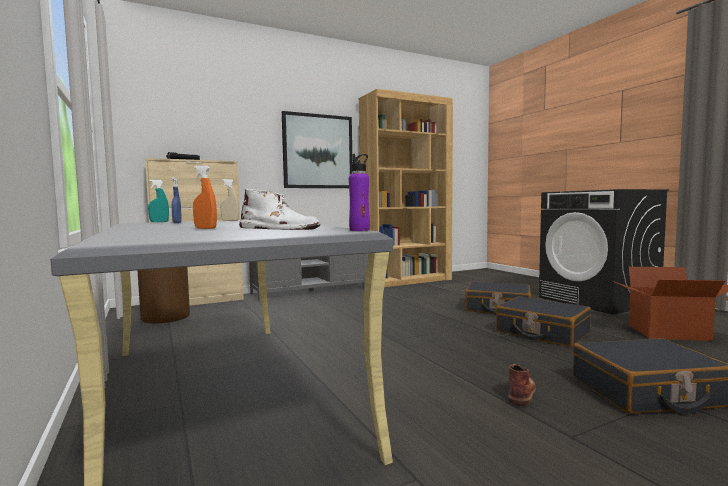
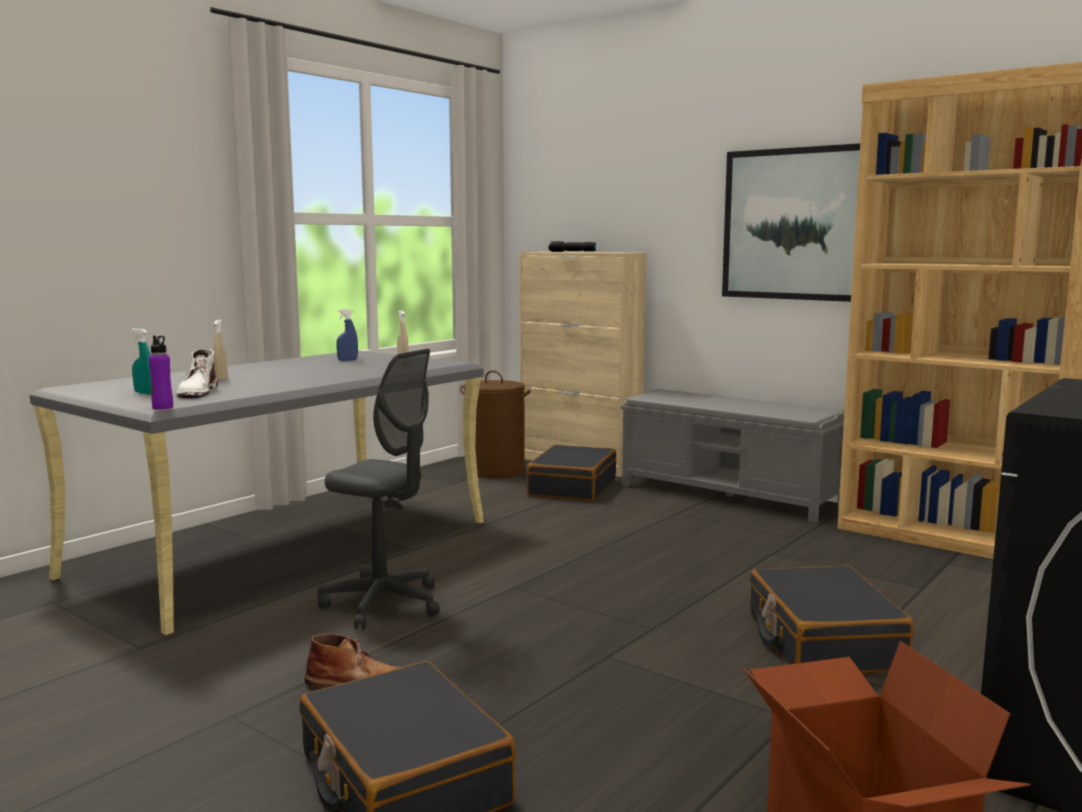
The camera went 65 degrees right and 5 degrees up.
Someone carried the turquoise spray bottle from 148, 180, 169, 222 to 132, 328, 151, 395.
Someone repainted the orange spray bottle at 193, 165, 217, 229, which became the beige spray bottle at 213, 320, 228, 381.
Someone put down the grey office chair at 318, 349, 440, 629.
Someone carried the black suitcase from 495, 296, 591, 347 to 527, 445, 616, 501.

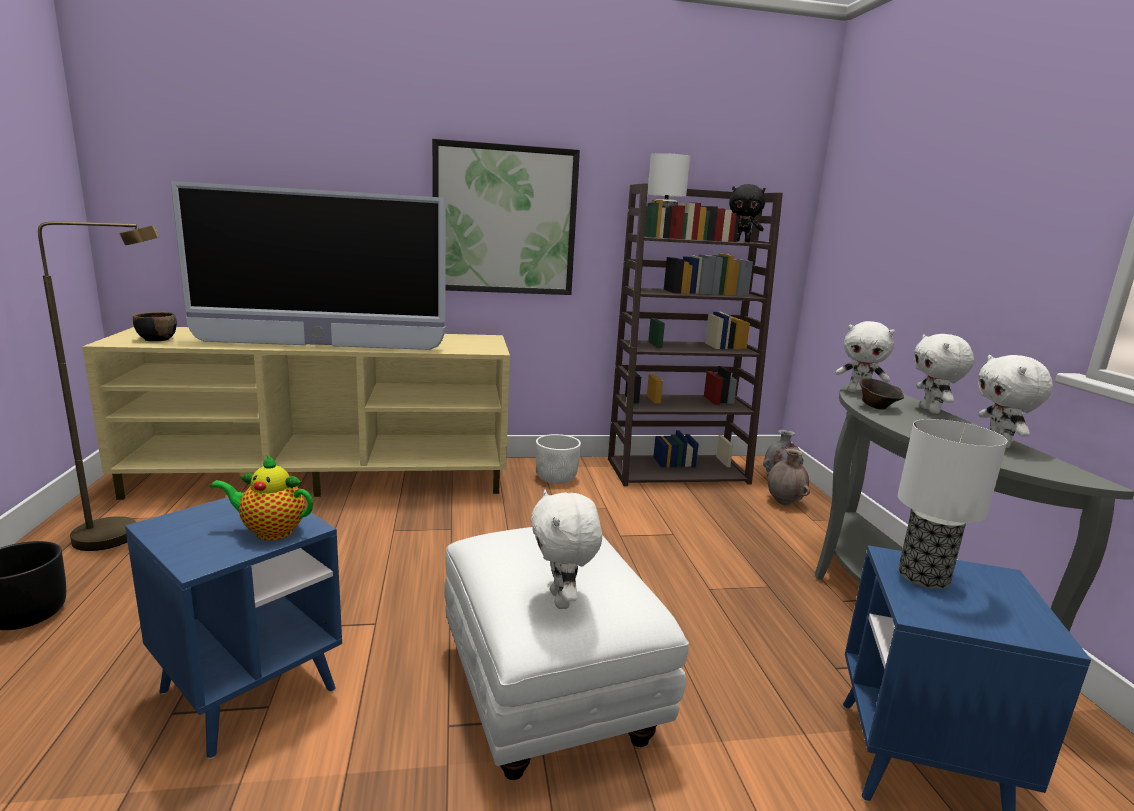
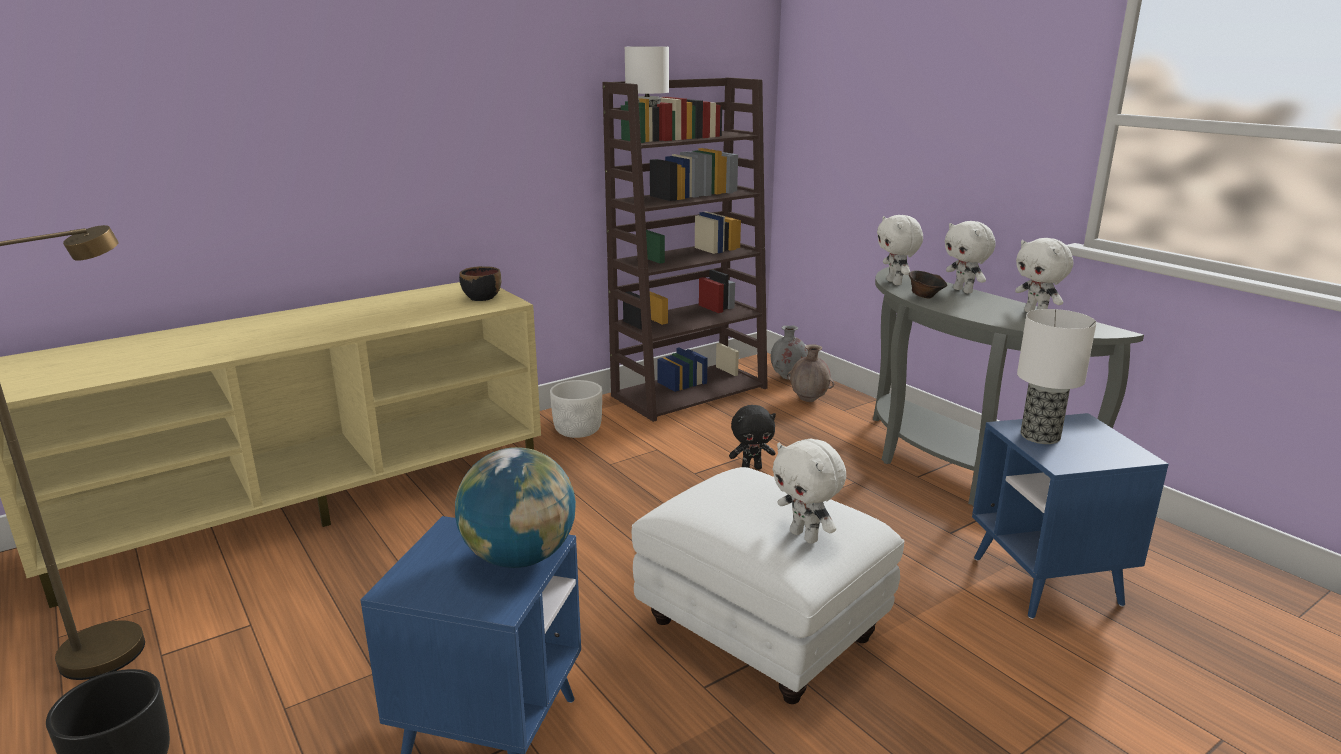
The camera went 25 degrees left and 5 degrees up.
Someone swapped the teapot at 210, 455, 313, 541 for the globe at 455, 447, 576, 568.
Someone carried the black bowl from 133, 312, 177, 341 to 459, 266, 501, 301.
Someone carried the black plush toy from 729, 184, 766, 242 to 729, 405, 776, 470.
Someone rotated the white plush toy at 835, 321, 895, 392 by 75 degrees clockwise.
Someone took away the television at 170, 181, 446, 350.
Someone took away the picture at 432, 139, 580, 295.

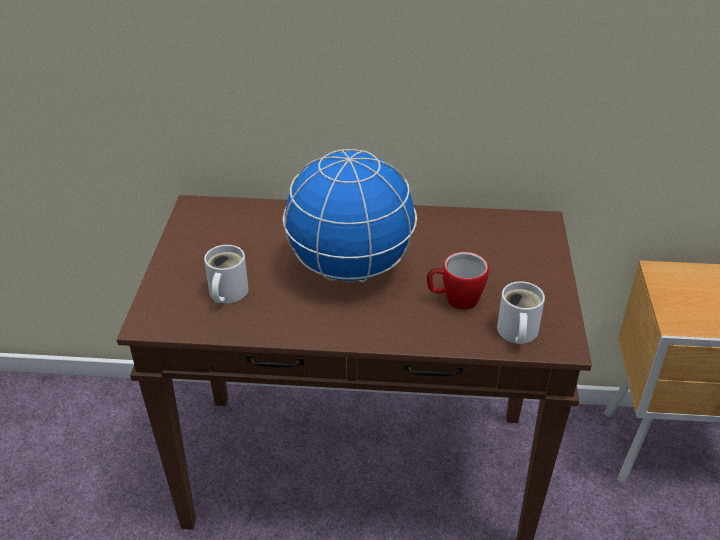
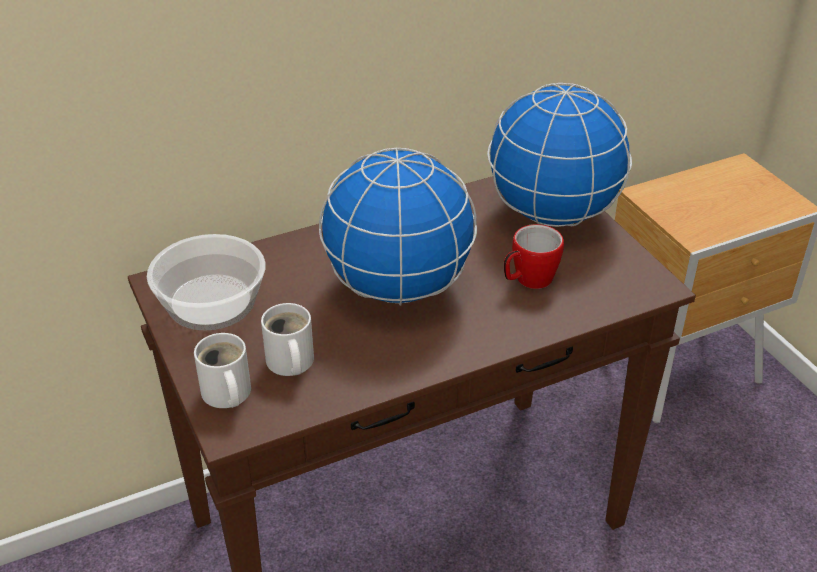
The camera went 30 degrees left and 0 degrees up.
Someone put down the bowl at 147, 234, 265, 331.
Someone carried the white mug from 497, 281, 545, 344 to 194, 333, 251, 408.
Someone put down the globe at 487, 83, 632, 227.

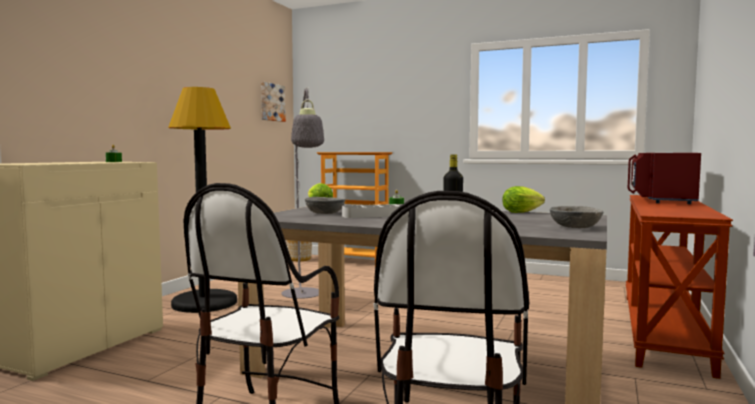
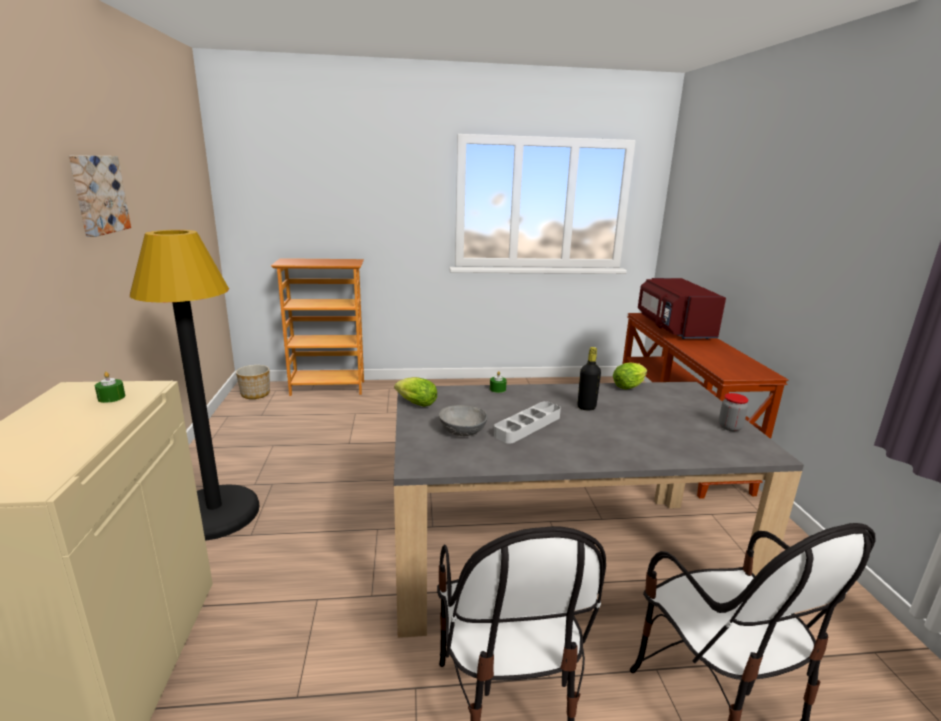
The camera went 30 degrees left and 15 degrees up.
Someone carried the picture from 261, 82, 286, 122 to 69, 155, 131, 237.
Someone swapped the grey bowl at 550, 206, 603, 228 for the jar at 719, 393, 749, 431.
Someone took away the grey floor lamp at 281, 87, 324, 299.

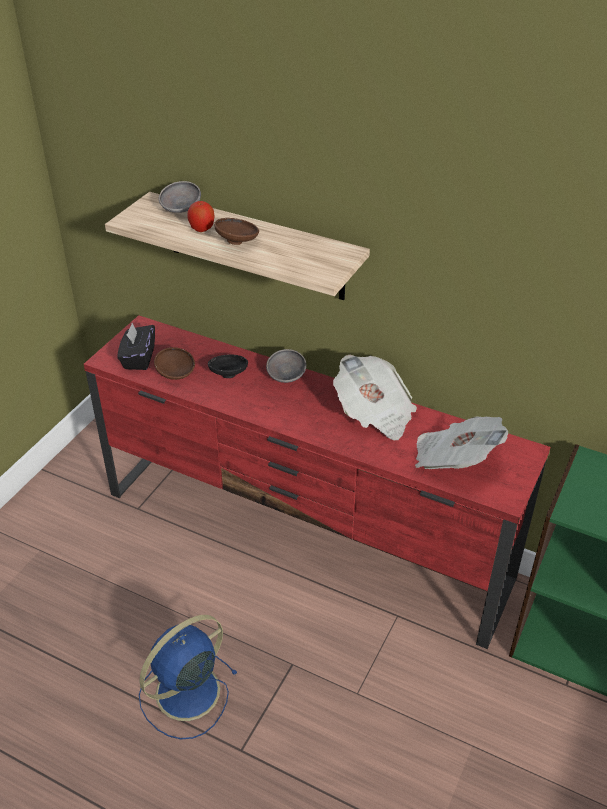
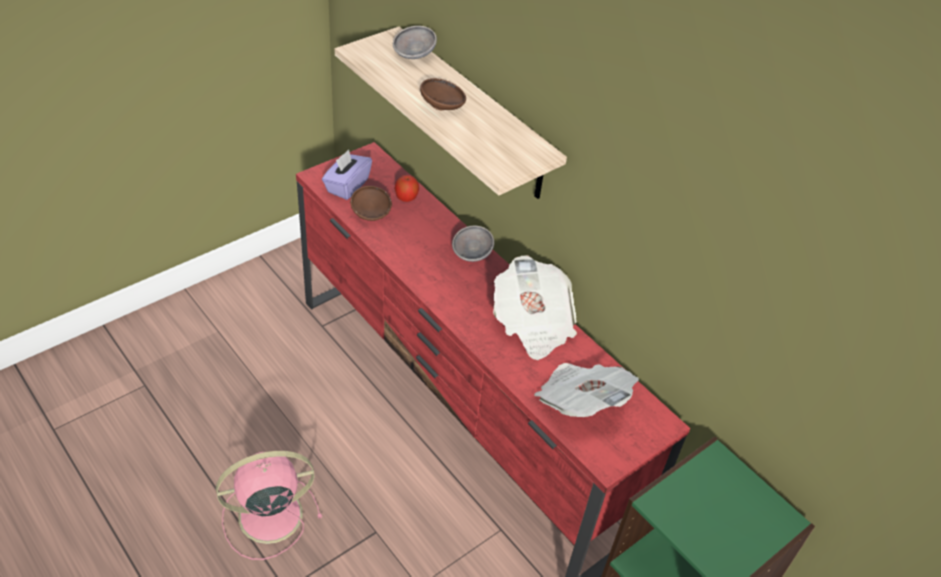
The camera went 20 degrees right and 5 degrees up.
Someone repainted the blue fan at 139, 615, 238, 739, which became the pink fan at 216, 451, 322, 560.
Someone repainted the black tissue box at 117, 323, 155, 370, which became the purple tissue box at 322, 149, 372, 200.
Someone carried the apple from 187, 201, 215, 232 to 395, 175, 419, 202.
Someone took away the black bowl at 208, 355, 248, 378.

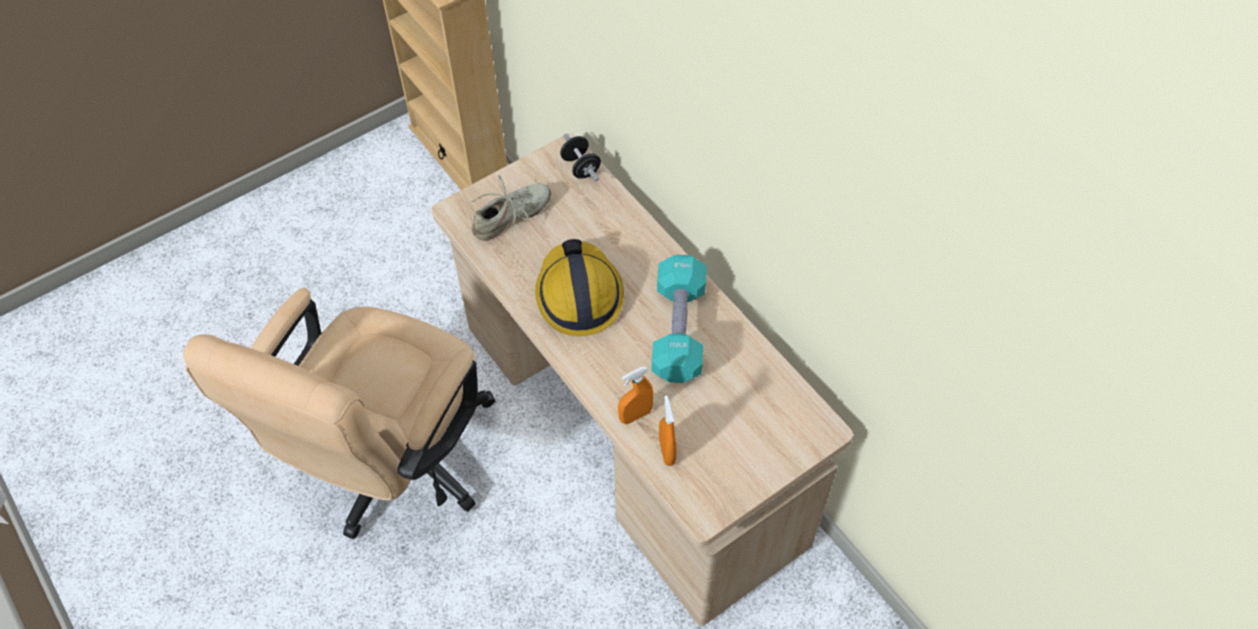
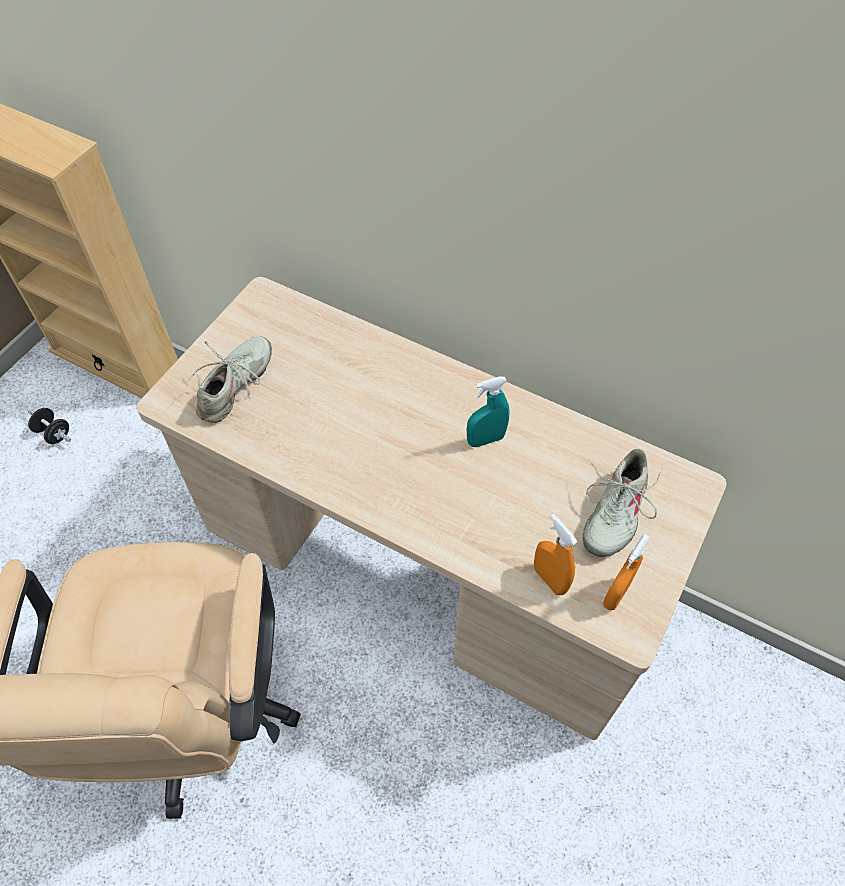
The camera went 25 degrees left and 0 degrees up.
Someone carried the black dumbbell from 560, 133, 601, 182 to 28, 408, 71, 444.
Someone swapped the turquoise dumbbell at 651, 255, 707, 383 for the turquoise spray bottle at 467, 376, 510, 447.
Someone put down the beige shoe at 583, 449, 663, 557.
Someone carried the orange spray bottle from 618, 366, 654, 424 to 603, 534, 649, 610.
Someone took away the hard hat at 535, 239, 624, 336.

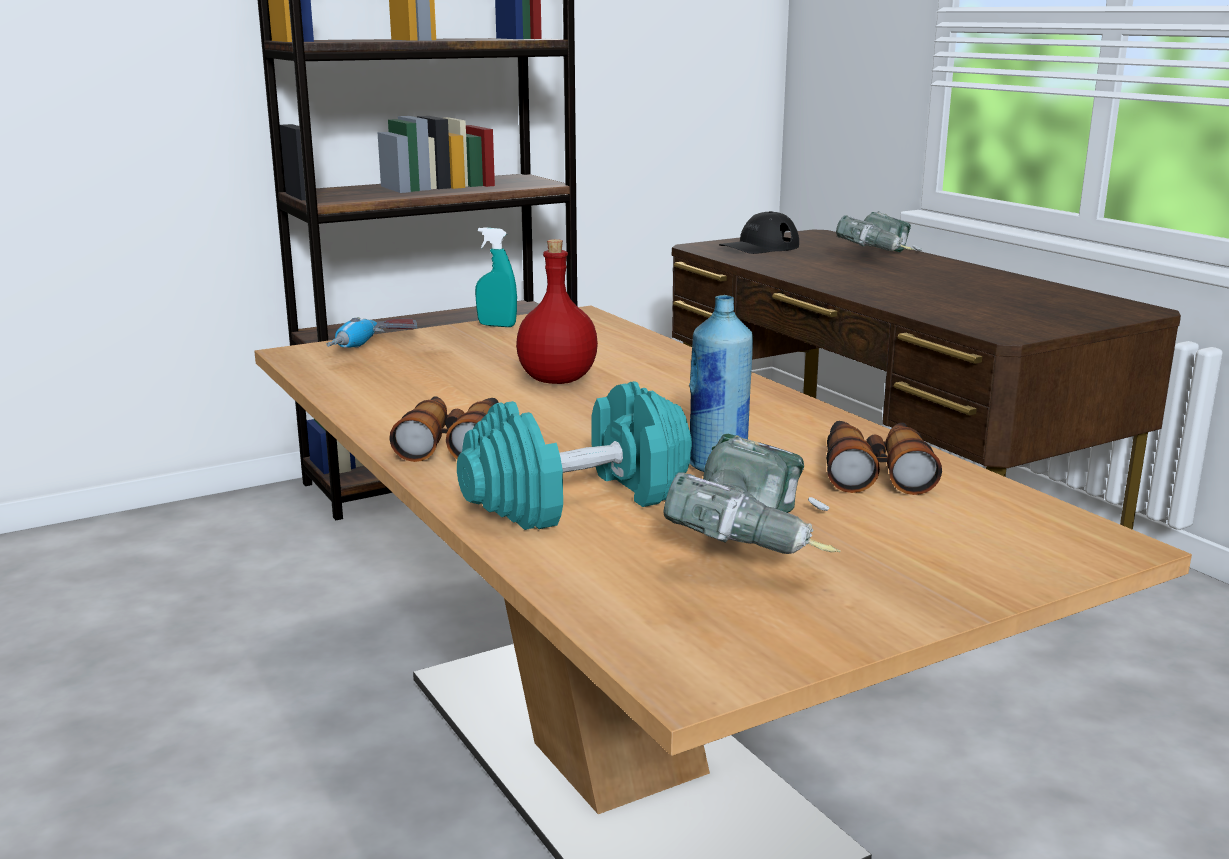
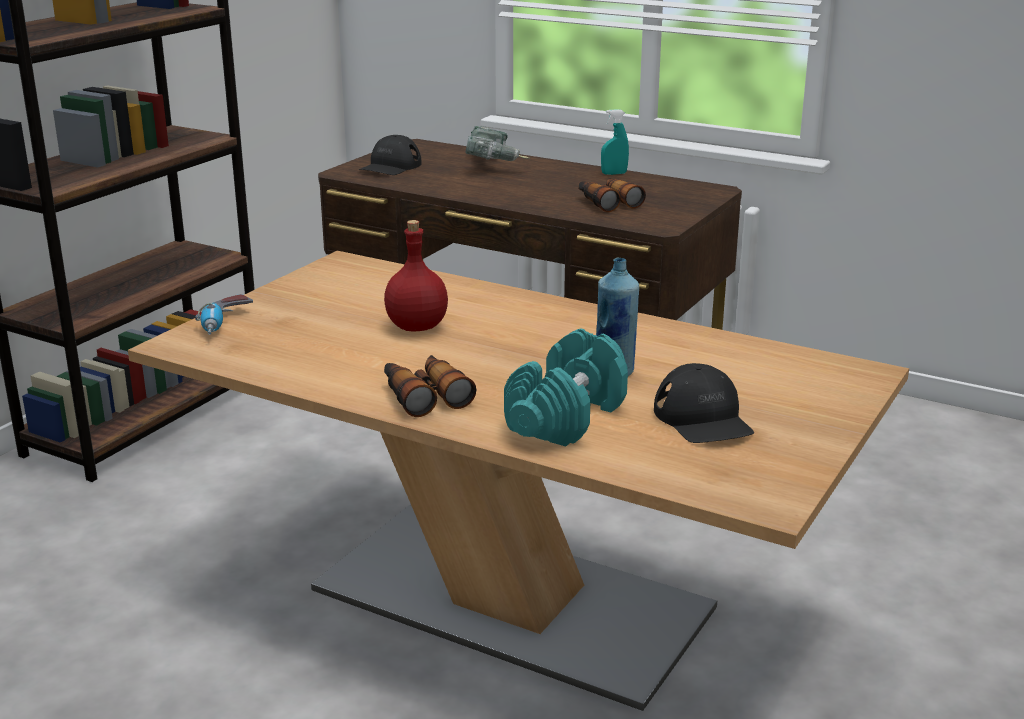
The camera went 30 degrees left and 5 degrees up.
Someone carried the binoculars from 826, 421, 942, 495 to 579, 178, 646, 212.
Someone carried the turquoise spray bottle from 475, 227, 517, 327 to 601, 109, 629, 175.
Someone swapped the power drill at 663, 434, 841, 554 for the black cap at 654, 363, 754, 443.

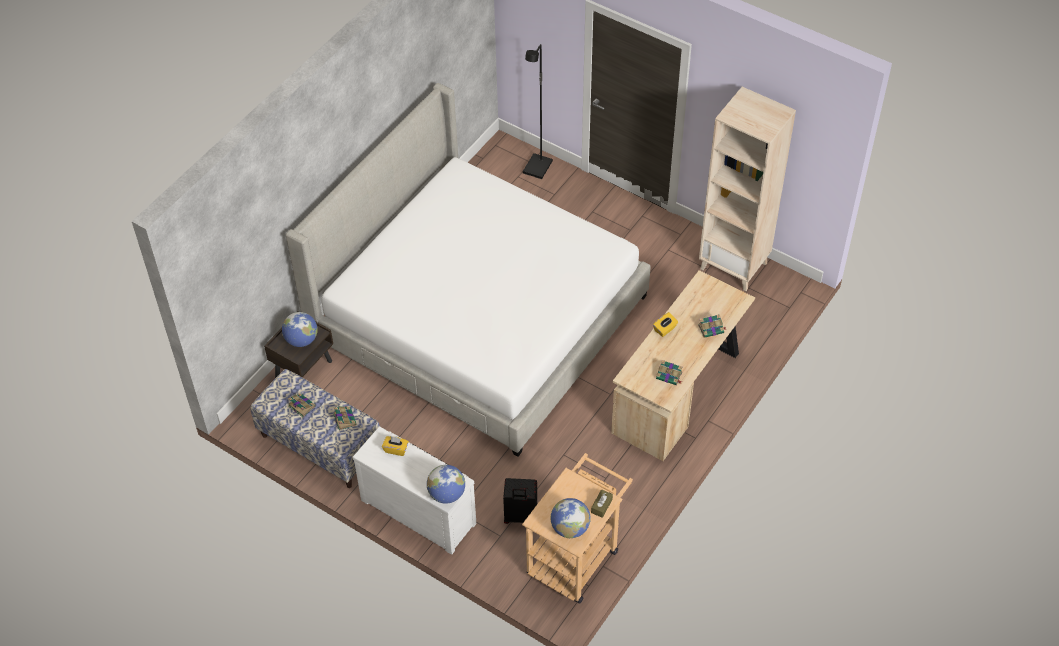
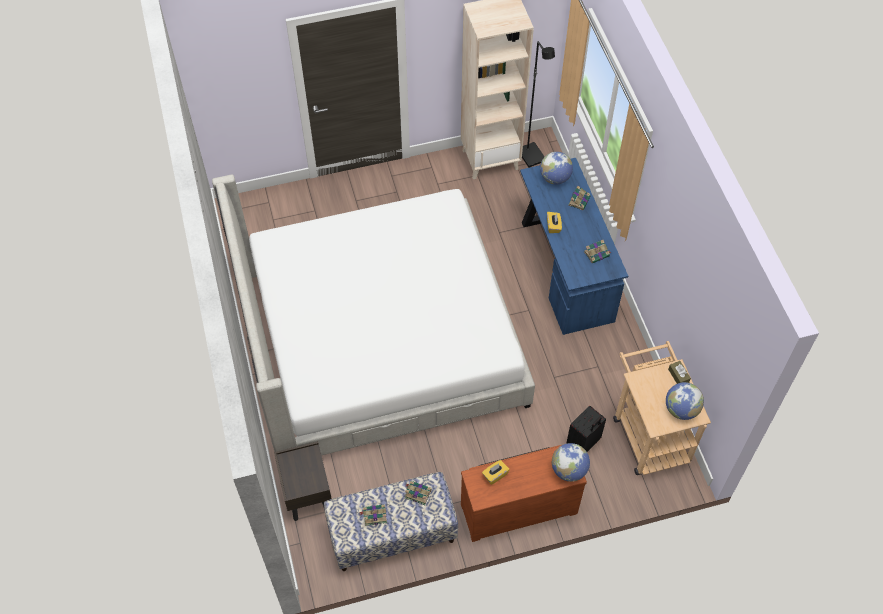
The camera went 50 degrees left and 5 degrees up.
Someone repainted the white dresser at 353, 427, 476, 555, which became the brown dresser at 461, 445, 587, 542.
Someone repainted the beige desk at 611, 270, 755, 461, which became the blue desk at 520, 158, 628, 335.
Someone carried the black floor lamp from 523, 44, 553, 179 to 522, 41, 555, 168.
Someone carried the globe from 282, 312, 318, 347 to 540, 152, 573, 184.

